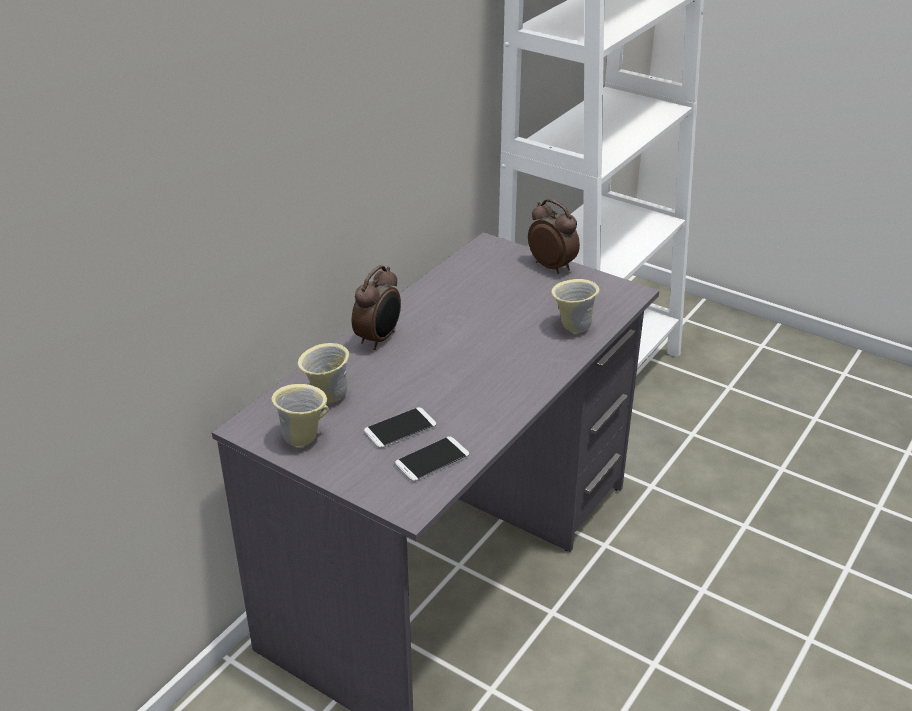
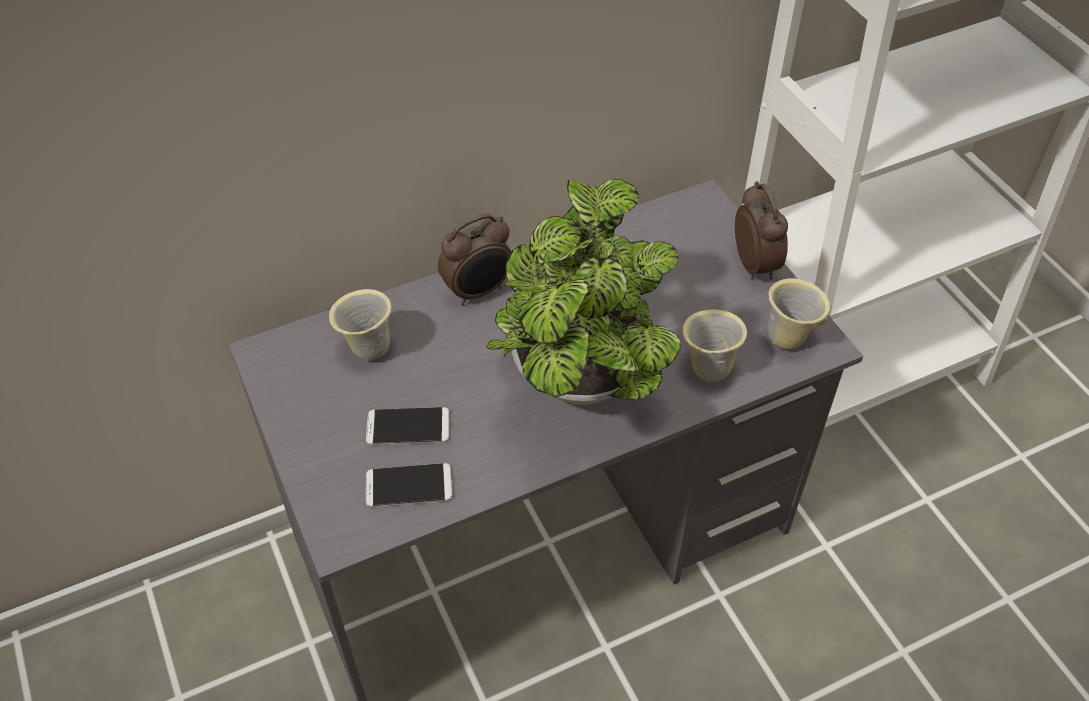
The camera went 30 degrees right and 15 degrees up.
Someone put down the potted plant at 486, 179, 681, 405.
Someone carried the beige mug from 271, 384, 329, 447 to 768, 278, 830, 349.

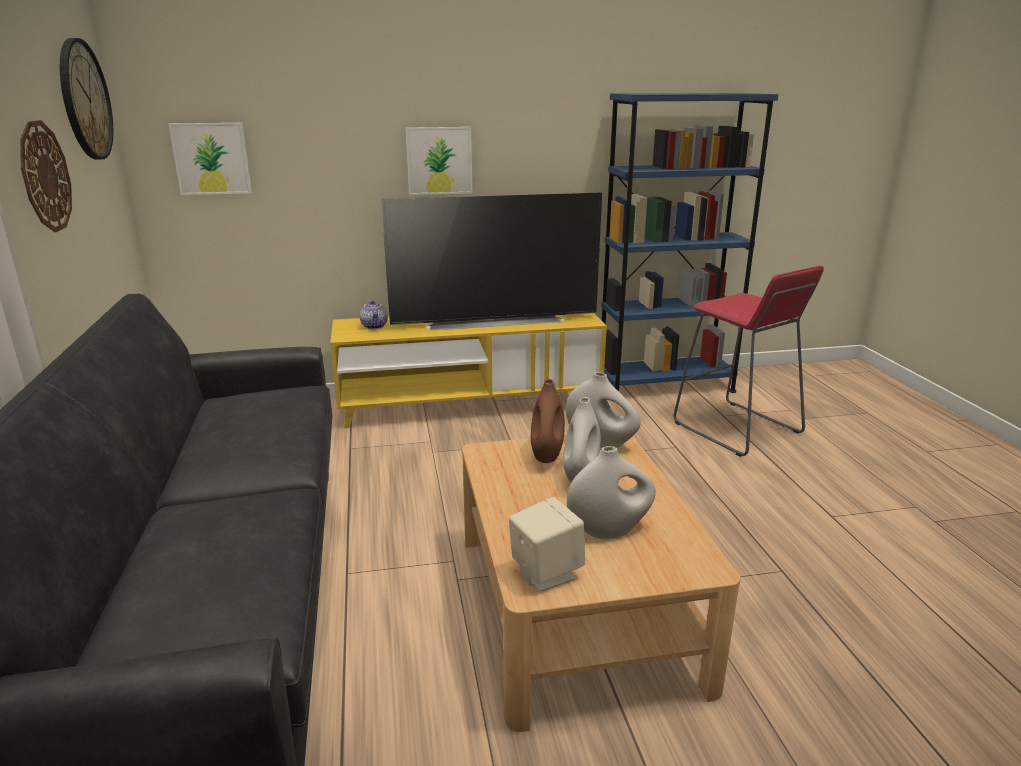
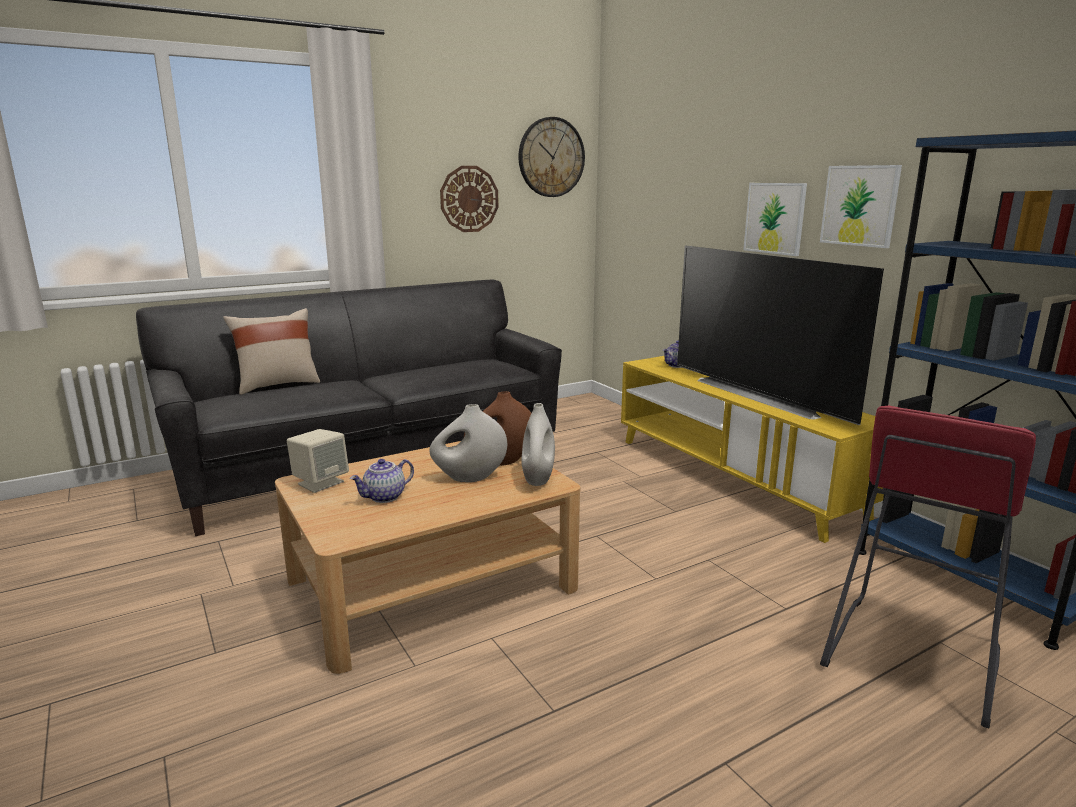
The camera went 70 degrees right and 5 degrees down.
Someone put down the beige pillow at 223, 308, 320, 395.
Someone swapped the white vase at 567, 446, 656, 539 for the teapot at 350, 459, 414, 503.
Someone carried the picture from 168, 123, 252, 195 to 820, 165, 902, 248.

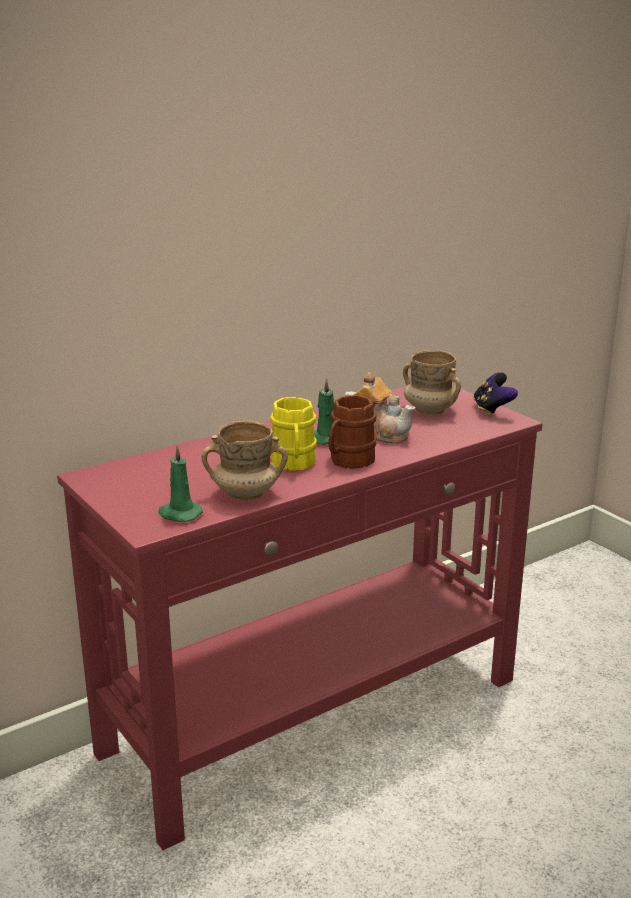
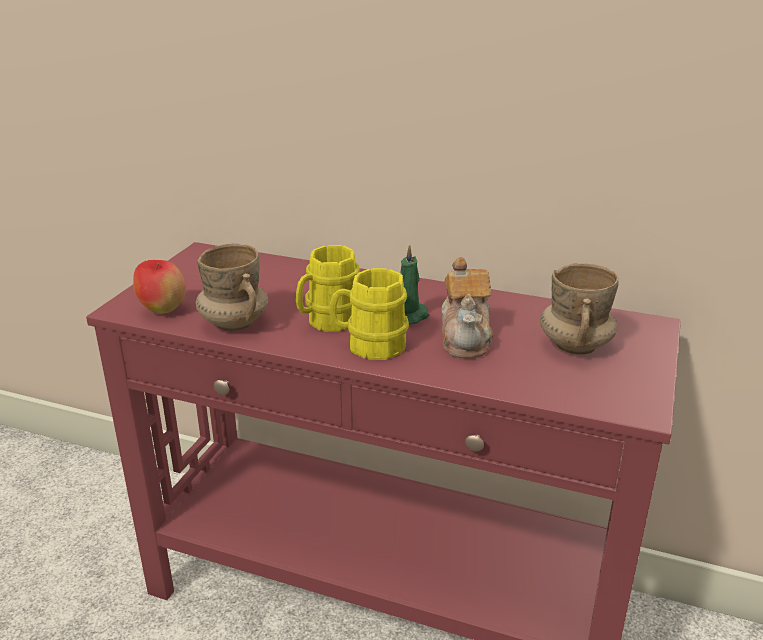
The camera went 55 degrees right and 5 degrees up.
Someone swapped the green candle at 158, 445, 203, 522 for the apple at 133, 260, 186, 314.
Someone repainted the brown mug at 329, 395, 377, 469, which became the yellow mug at 329, 268, 409, 360.
Someone took away the game controller at 473, 372, 518, 416.

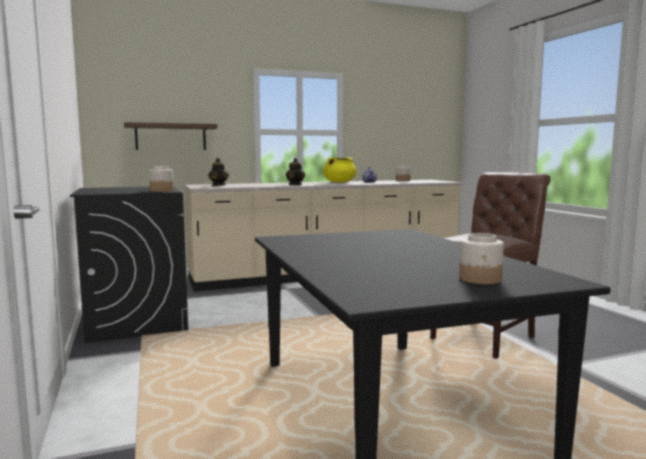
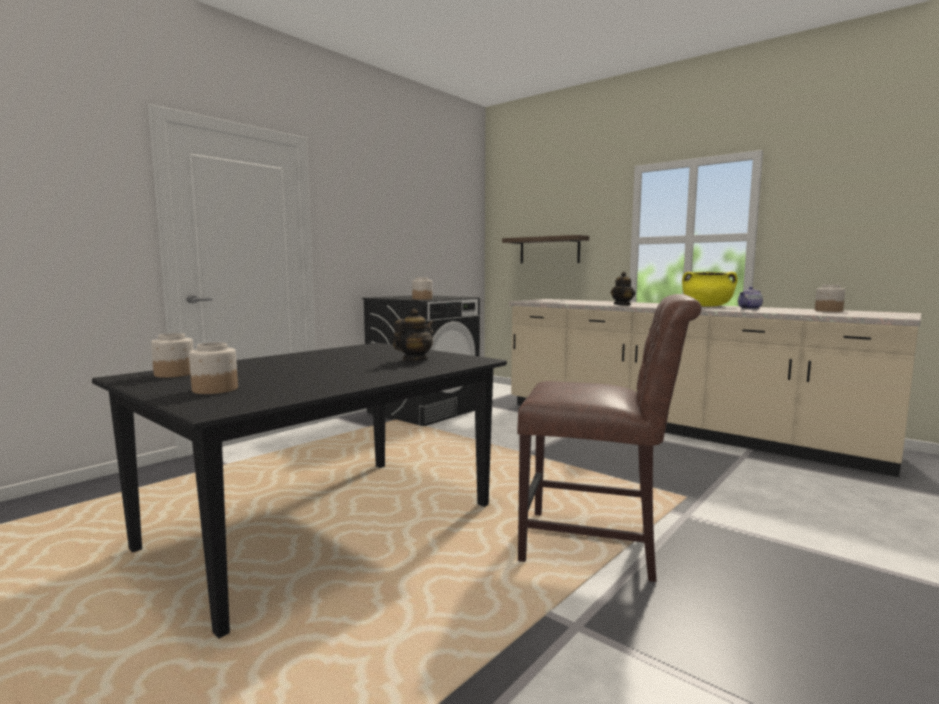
The camera went 60 degrees right and 0 degrees up.
Someone put down the jar at 151, 333, 194, 378.
Someone carried the teapot from 208, 158, 229, 186 to 393, 309, 435, 361.

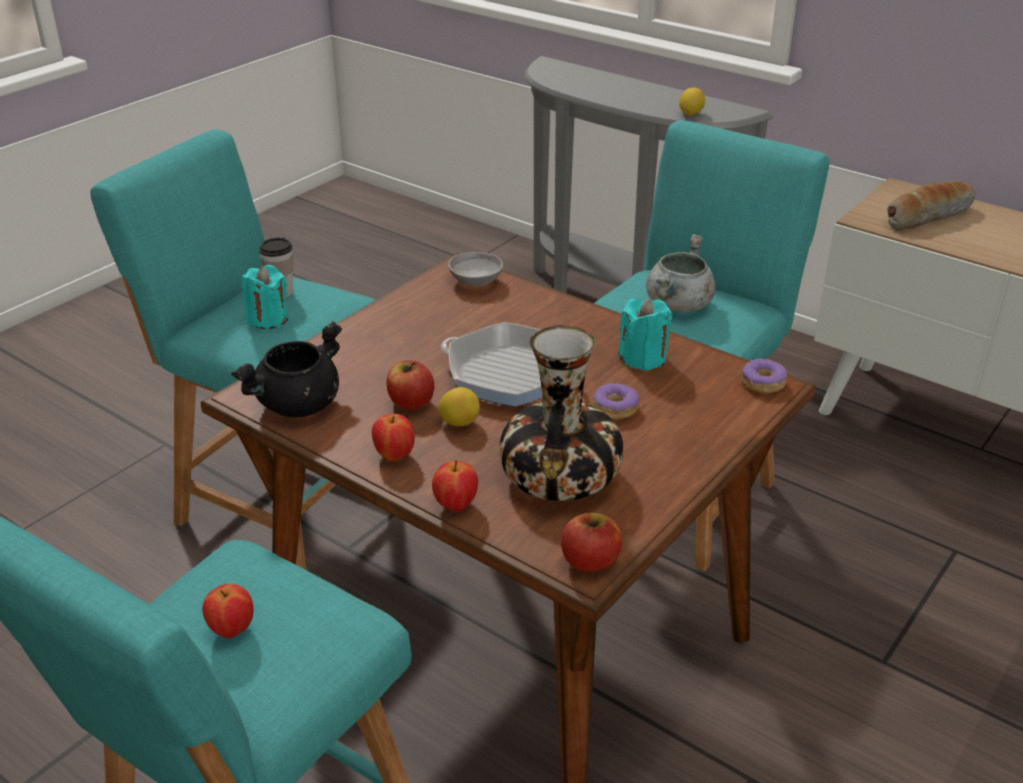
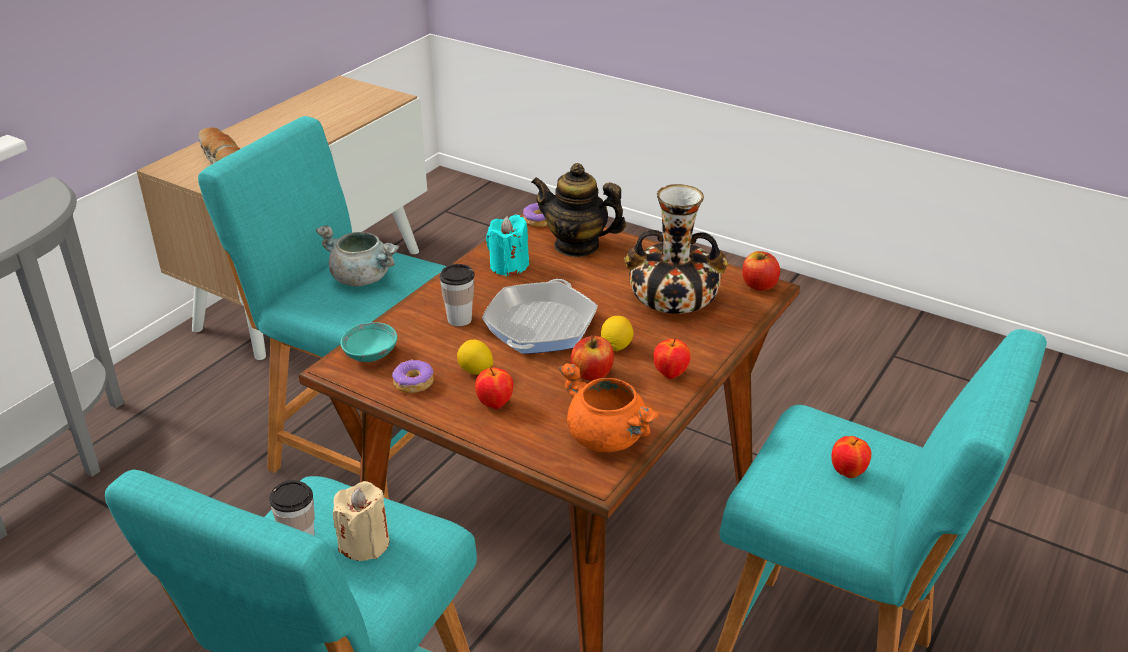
The camera went 95 degrees left and 0 degrees up.
Someone repainted the turquoise candle at 242, 265, 288, 329, which became the beige candle at 333, 481, 389, 561.
Someone repainted the grey bowl at 448, 252, 503, 286, which became the turquoise bowl at 340, 322, 397, 362.
Someone carried the donut from 593, 383, 640, 419 to 392, 359, 434, 393.
Someone put down the cup at 439, 264, 475, 327.
Someone carried the lemon from 679, 88, 705, 115 to 457, 340, 493, 375.
Someone carried the apple from 432, 461, 478, 512 to 475, 367, 513, 409.
Someone put down the teapot at 531, 163, 626, 257.
Someone repainted the black cooking pot at 231, 321, 342, 417, which became the orange cooking pot at 559, 363, 660, 452.

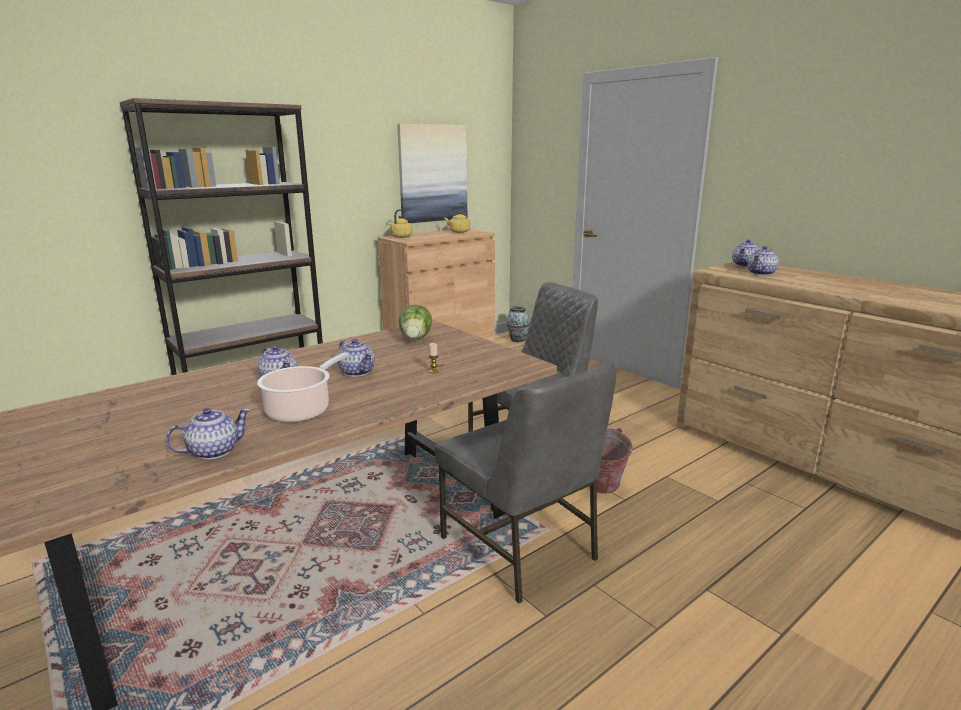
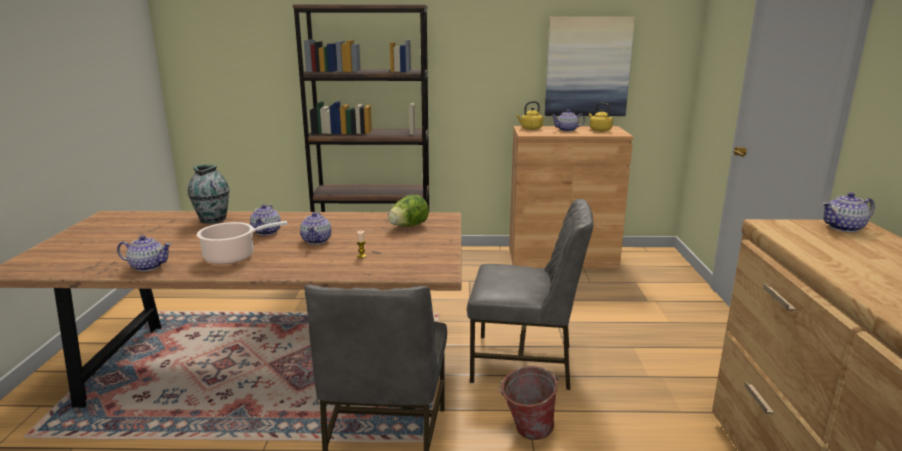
The camera went 40 degrees right and 0 degrees up.
Someone carried the vase from 506, 306, 530, 342 to 188, 165, 229, 223.
Someone carried the teapot from 747, 246, 779, 276 to 551, 110, 585, 132.

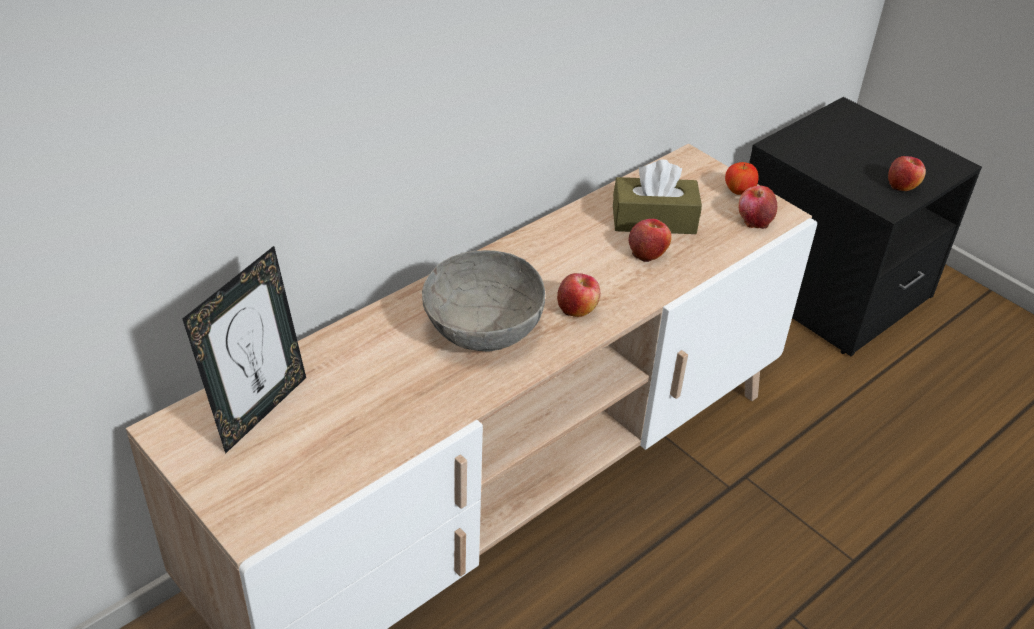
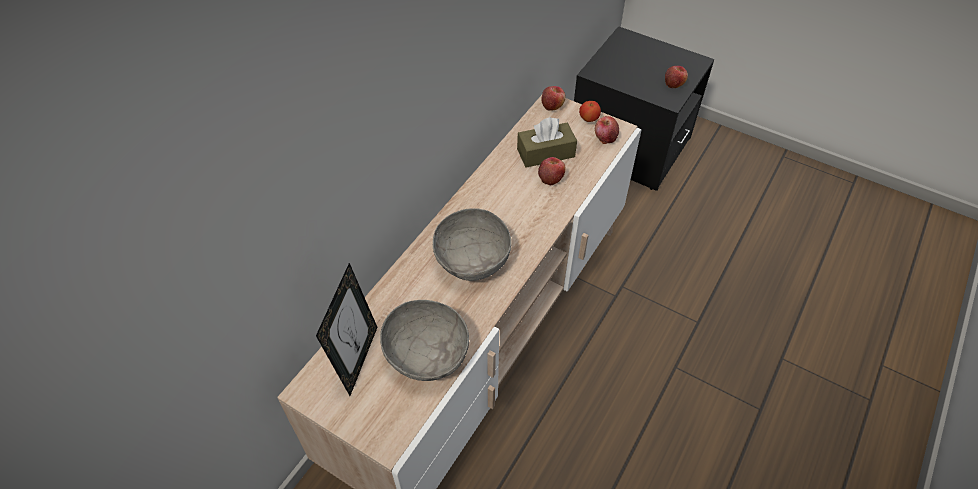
The camera went 15 degrees left and 10 degrees up.
Someone put down the grey bowl at 380, 300, 469, 381.
Someone carried the apple from 557, 273, 601, 317 to 542, 86, 565, 111.

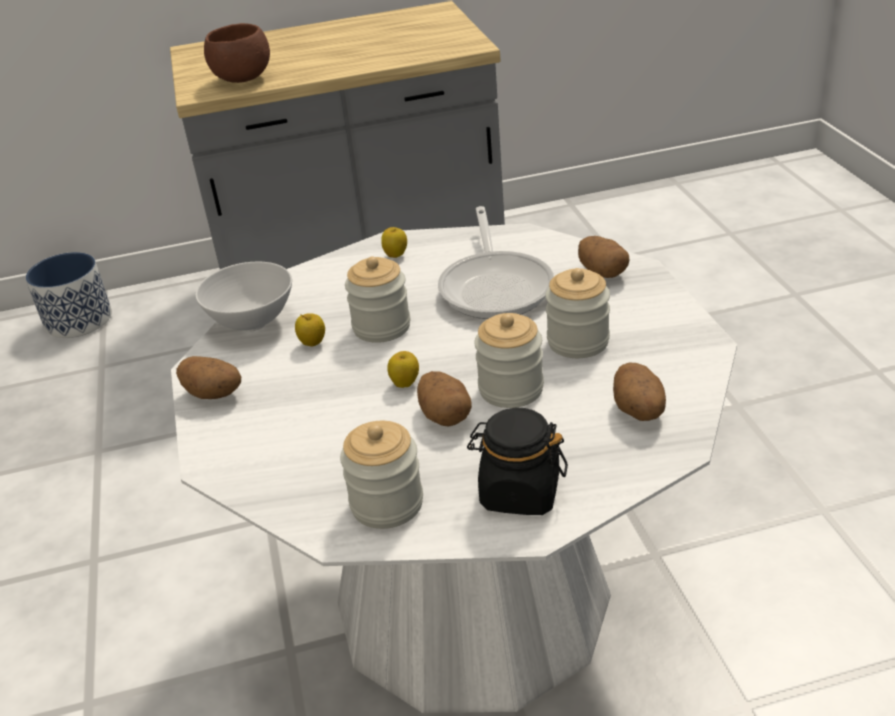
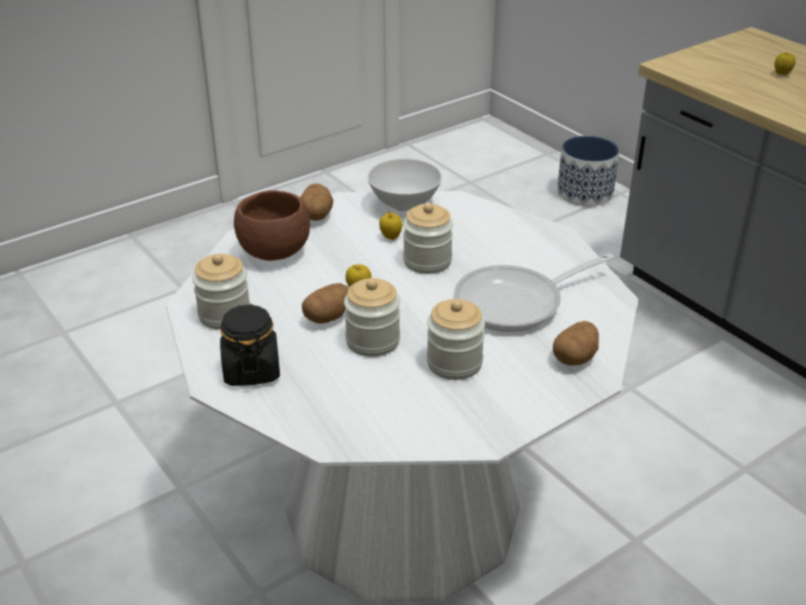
The camera went 65 degrees right and 0 degrees up.
Someone carried the brown bowl from 204, 23, 270, 83 to 234, 190, 310, 261.
Someone carried the apple from 381, 227, 407, 258 to 775, 53, 796, 75.
Someone took away the potato at 613, 363, 666, 421.

